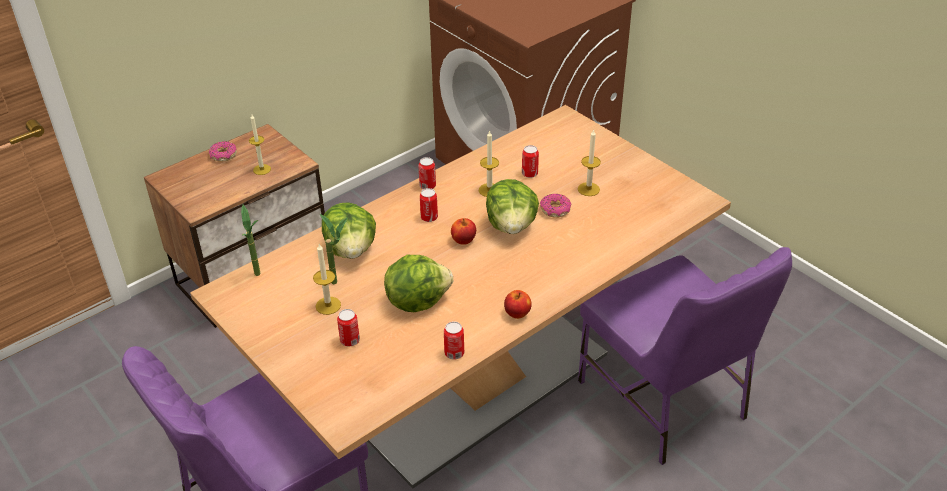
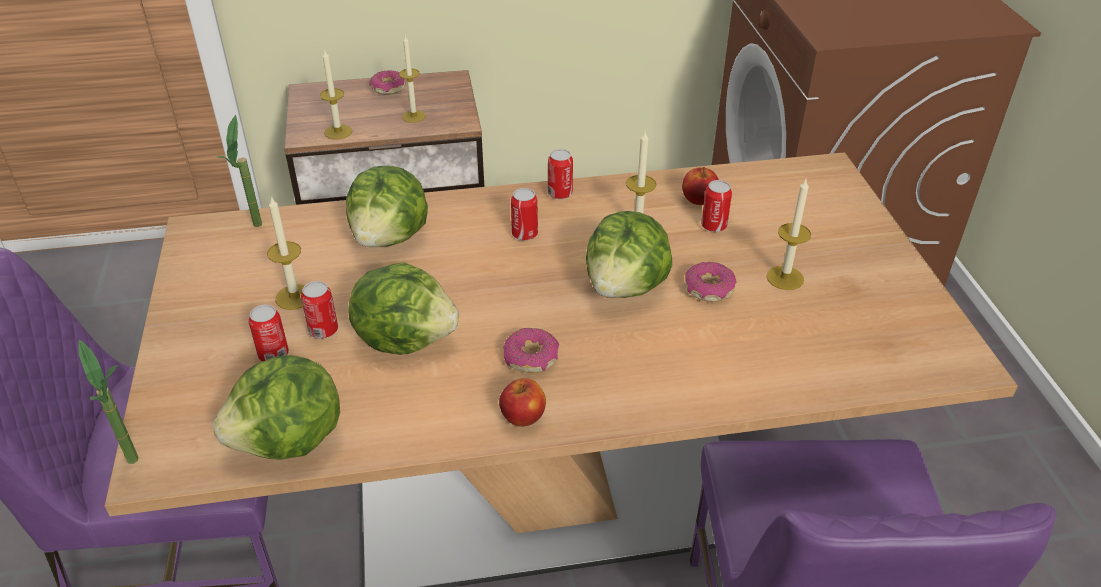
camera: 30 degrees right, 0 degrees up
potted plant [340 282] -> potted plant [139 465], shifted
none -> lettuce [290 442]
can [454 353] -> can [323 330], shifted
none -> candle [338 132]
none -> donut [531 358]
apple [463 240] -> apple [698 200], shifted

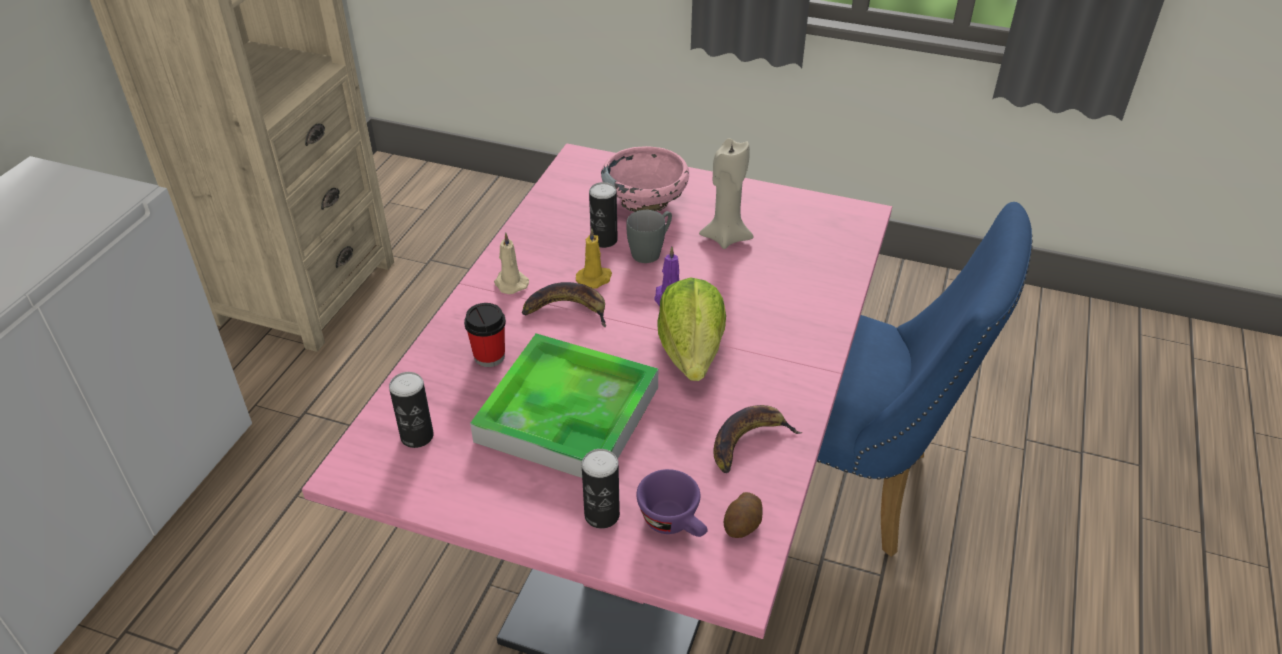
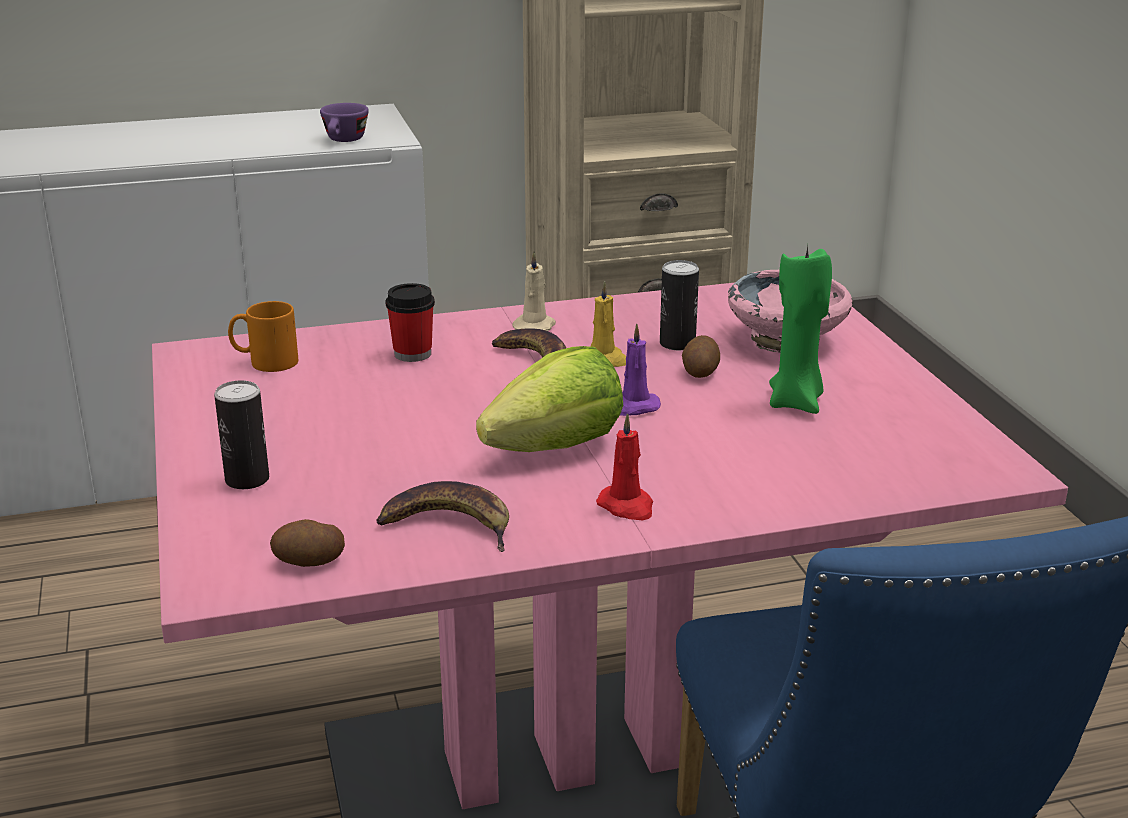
camera: 55 degrees right, 15 degrees down
can [417 436] -> orange mug [264 362]
purple cup [675 523] -> purple cup [344 141], shifted
none -> red candle [627 506]
grey mug [651 251] -> potato [700 371]
beige candle [725 237] -> green candle [796 402]
tray [568 414] -> none

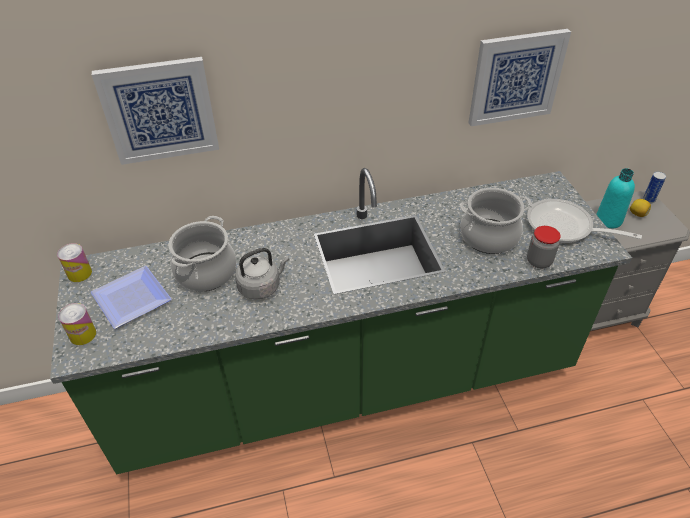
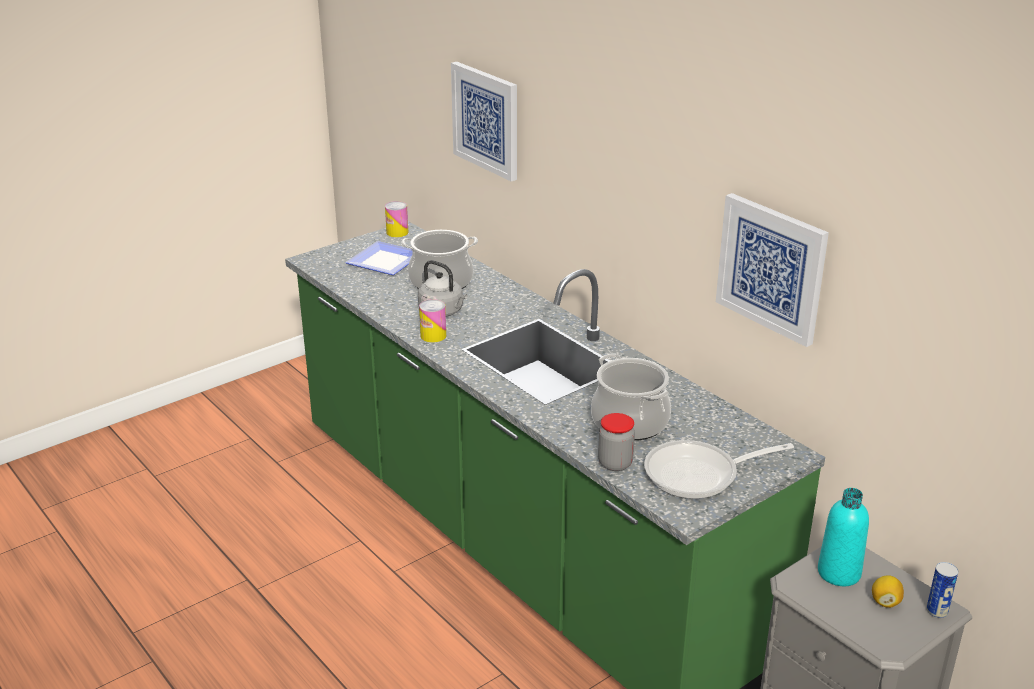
camera: 65 degrees right, 15 degrees down
can [83 335] -> can [433 336], shifted
frying pan [565 227] -> frying pan [699 475], 105 degrees counterclockwise

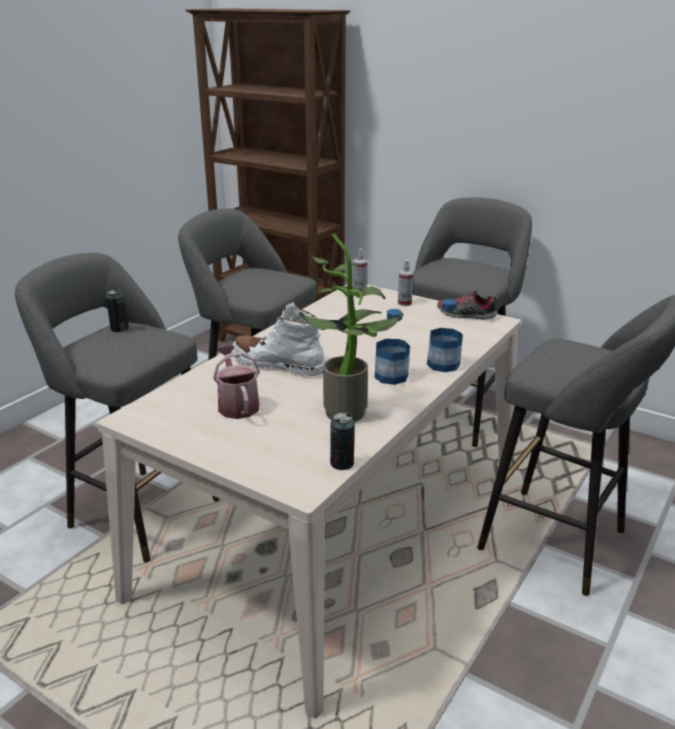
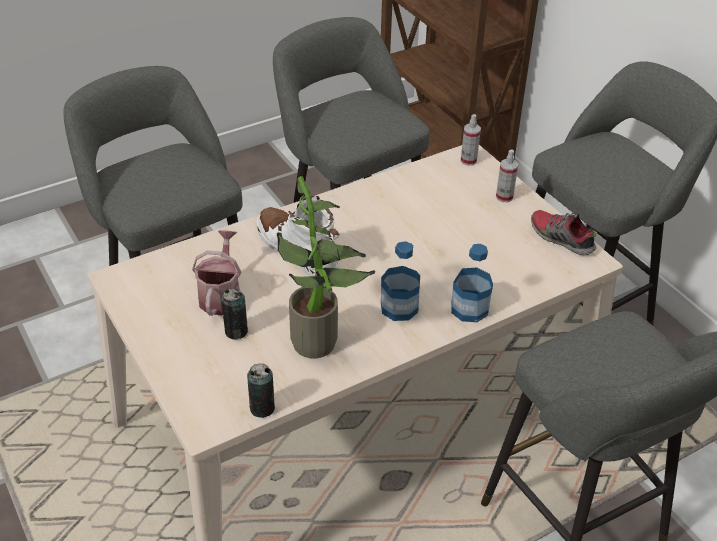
camera: 25 degrees right, 15 degrees up
can [119 329] -> can [236 331], shifted

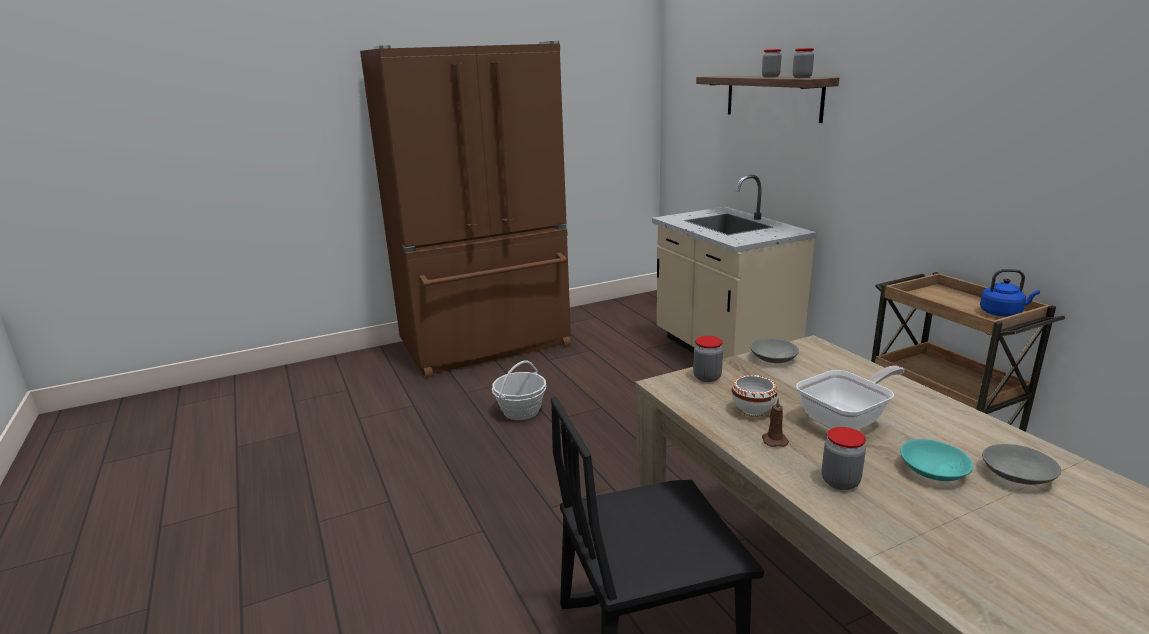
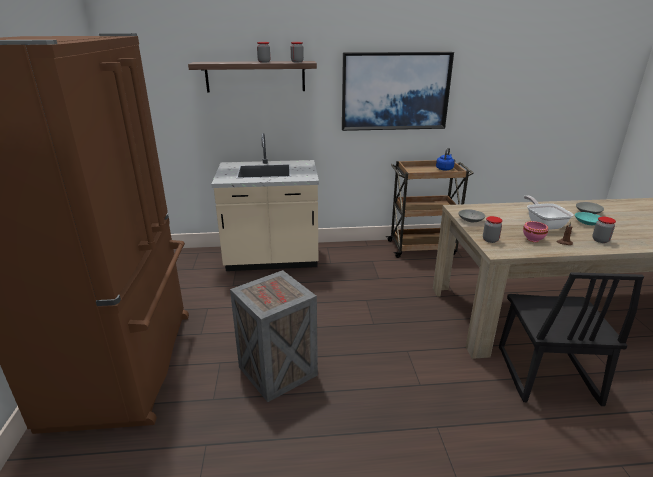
camera: 70 degrees left, 5 degrees up
basket [521 411] -> crate [278 370]
none -> picture [395 91]
white bowl [751 411] -> pink bowl [533 240]

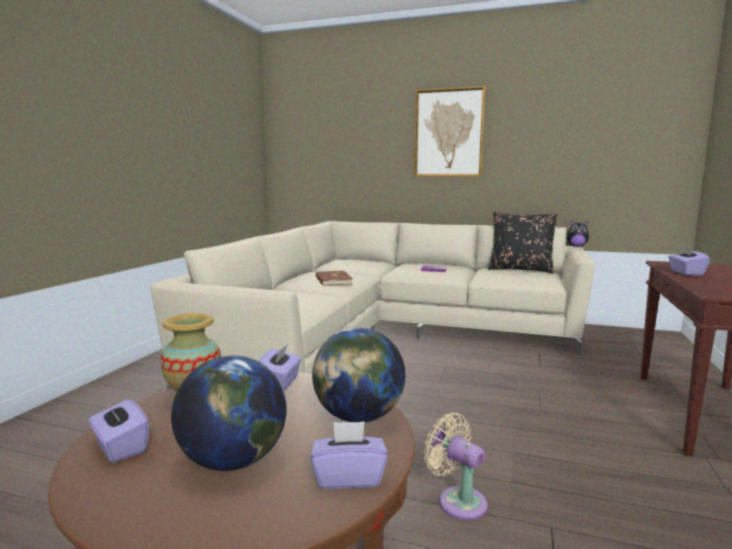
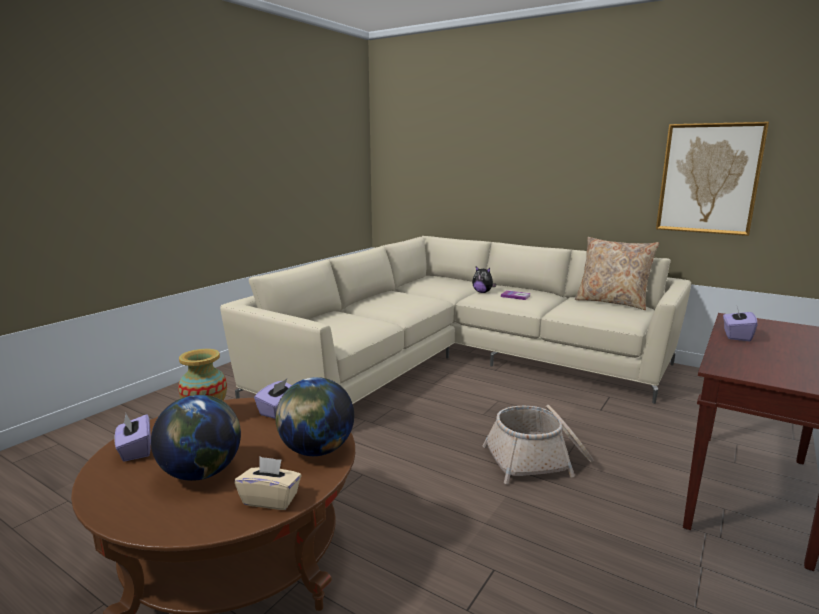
camera: 15 degrees right, 5 degrees up
purple tissue box [349 477] -> beige tissue box [270 499]
plush toy [576 246] -> plush toy [482 292], shifted
none -> basket [538 460]
black pillow [520 269] -> beige pillow [612 302]
picture [448 133] -> picture [709 179], shifted
brown book [332 281] -> none
beige fan [458 500] -> none

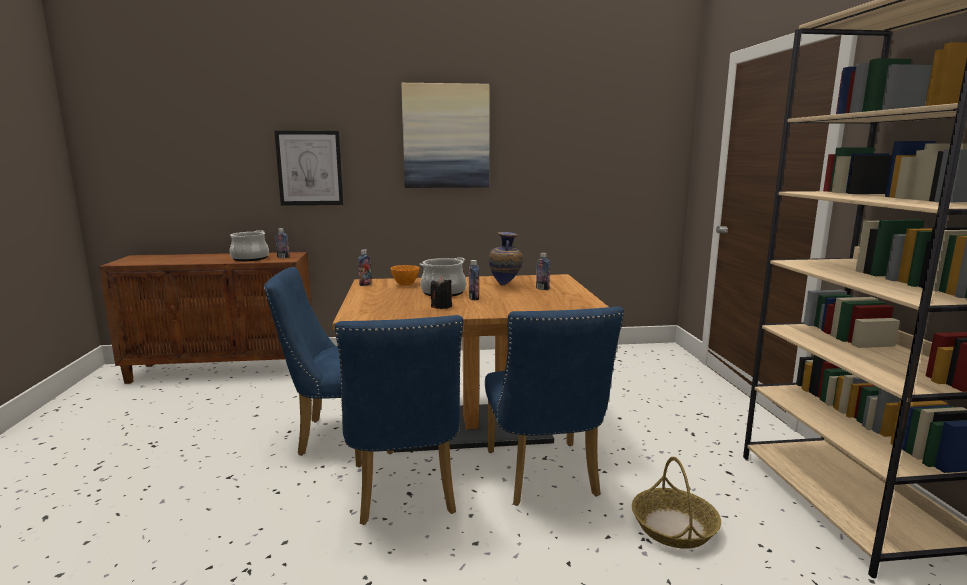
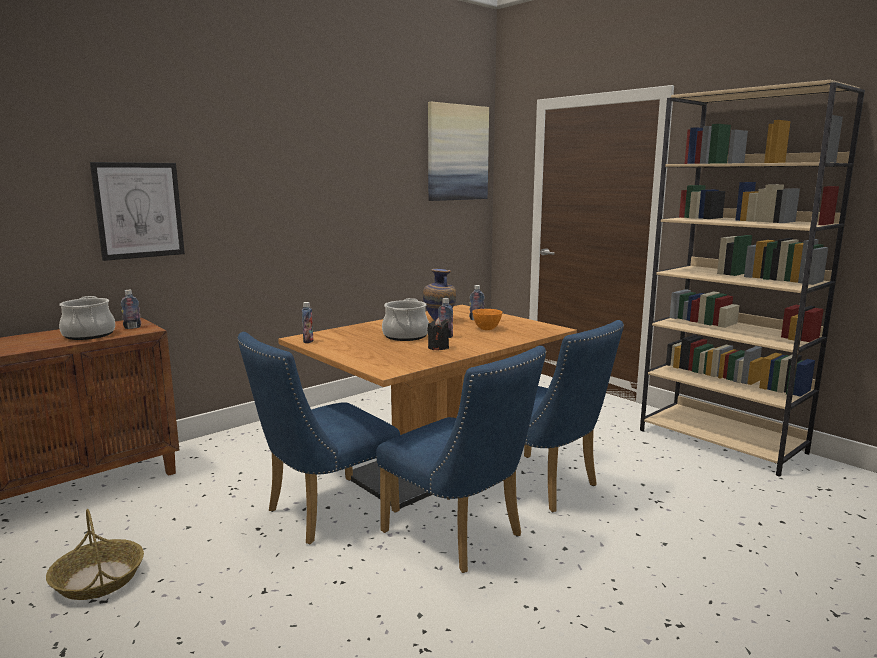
camera: 35 degrees left, 0 degrees up
basket [673 527] -> basket [98 579], shifted
picture [446 136] -> picture [457 153], shifted
orange bowl [405 284] -> orange bowl [486 329], shifted

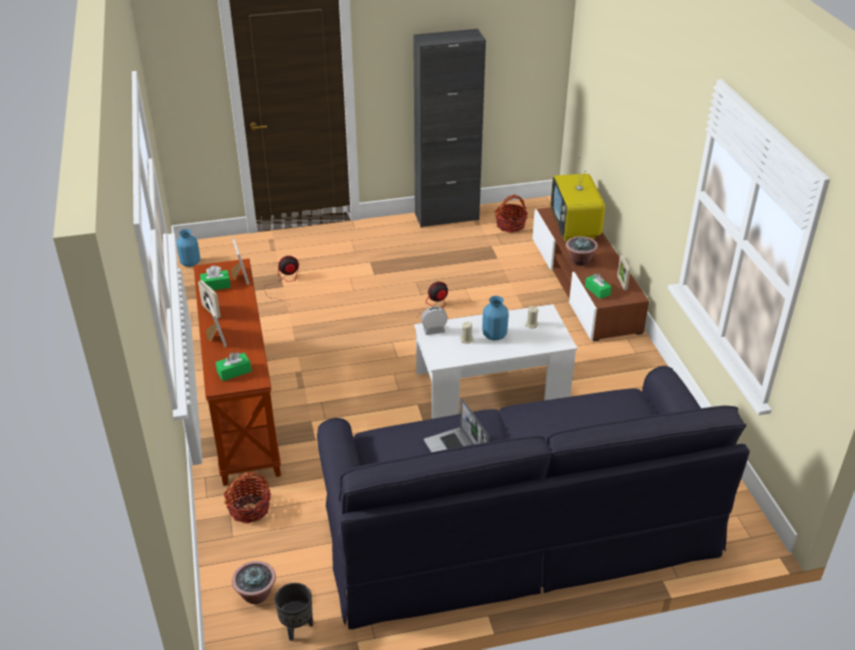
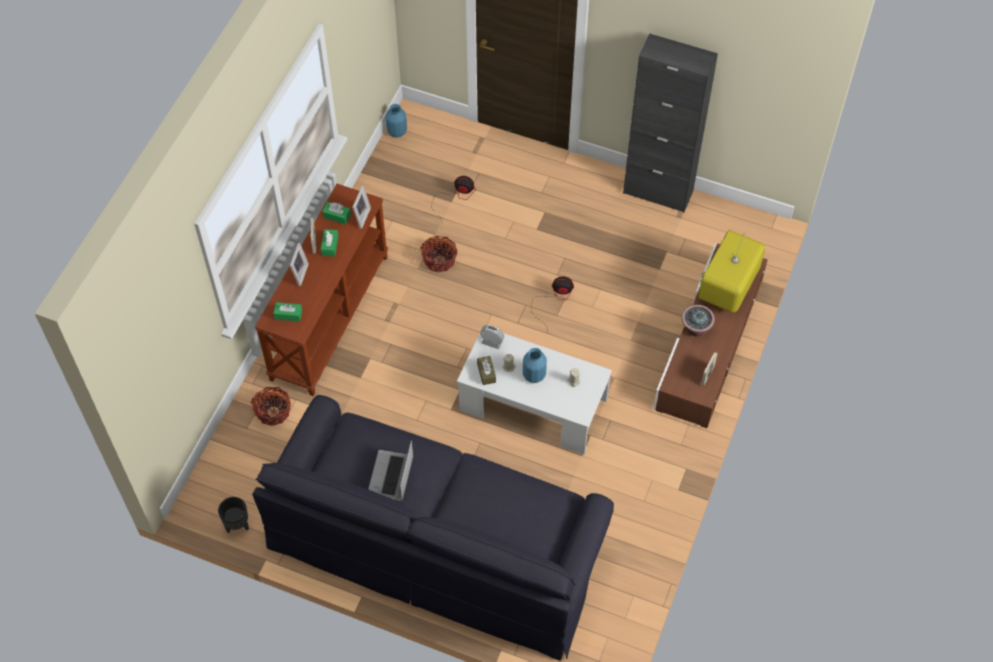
camera: 35 degrees right, 20 degrees up
green tissue box [597 290] -> green tissue box [330 246], shifted
basket [510 225] -> basket [439 260], shifted
none -> brown tissue box [486 373]
potted plant [256 594] -> none

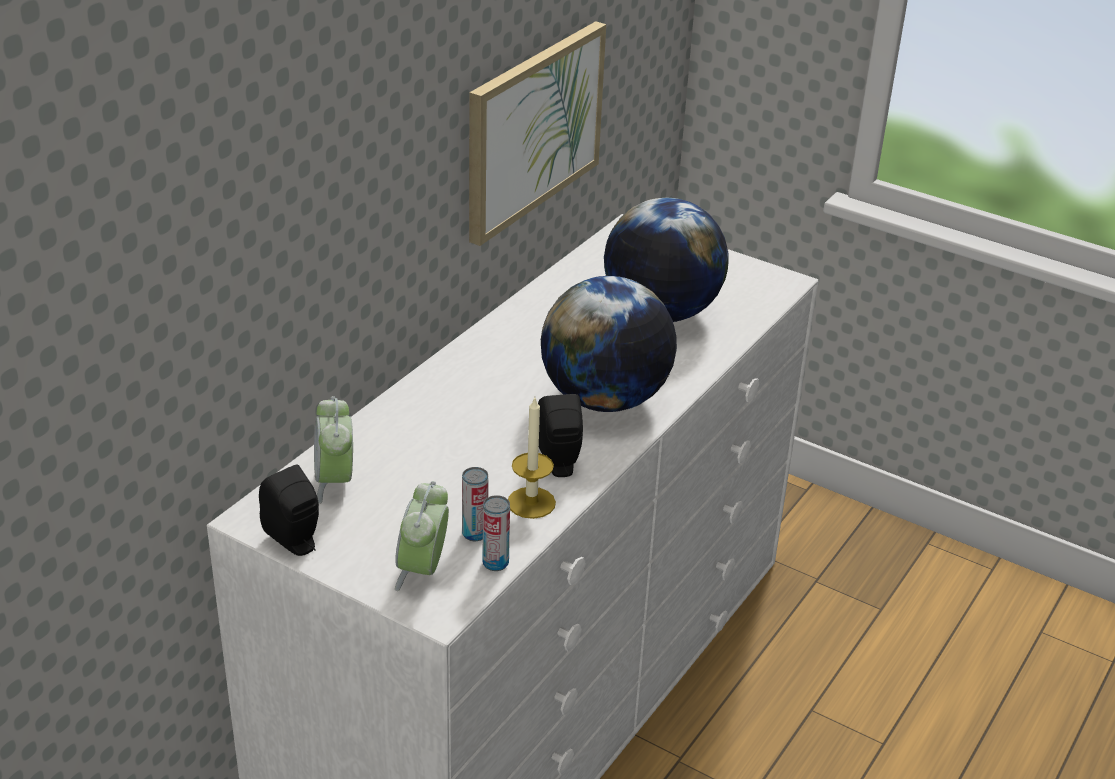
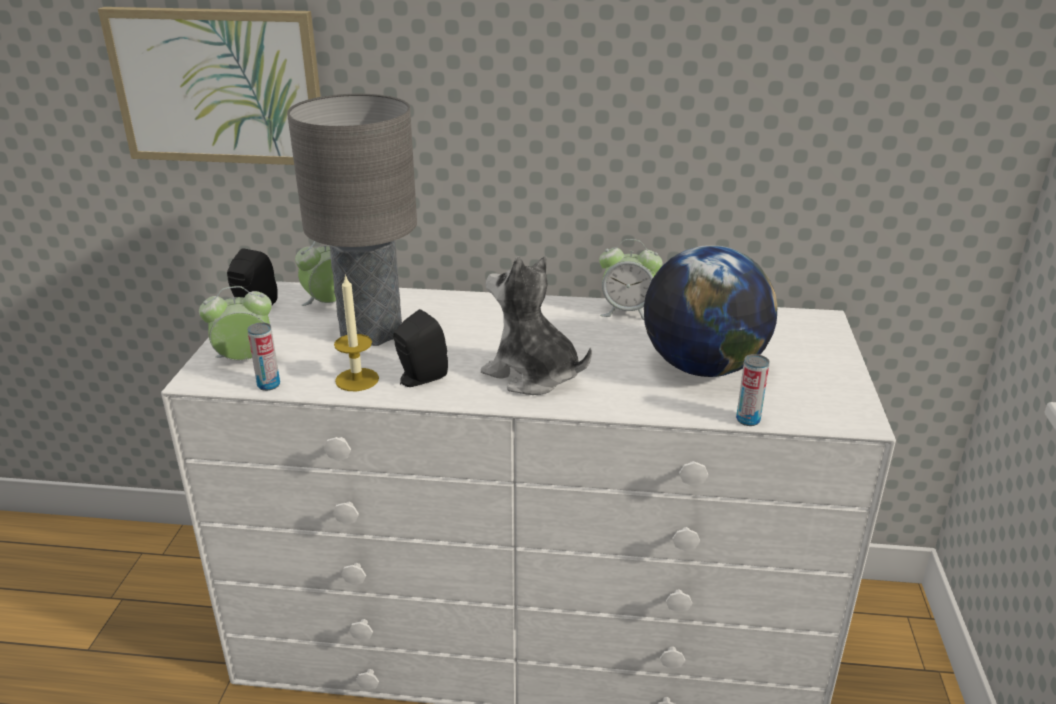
camera: 65 degrees right, 5 degrees down
picture [533 129] -> picture [219 86], shifted
none -> grey table lamp [370 333]
globe [605 399] -> plush toy [532 375]
none -> alarm clock [627 311]
can [474 533] -> can [748 420], shifted

